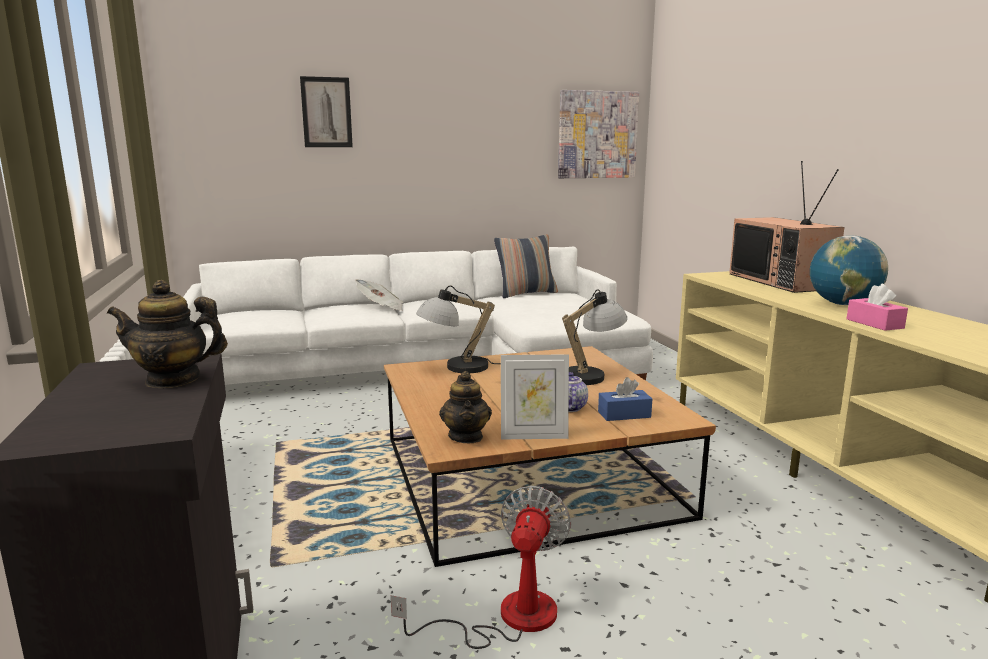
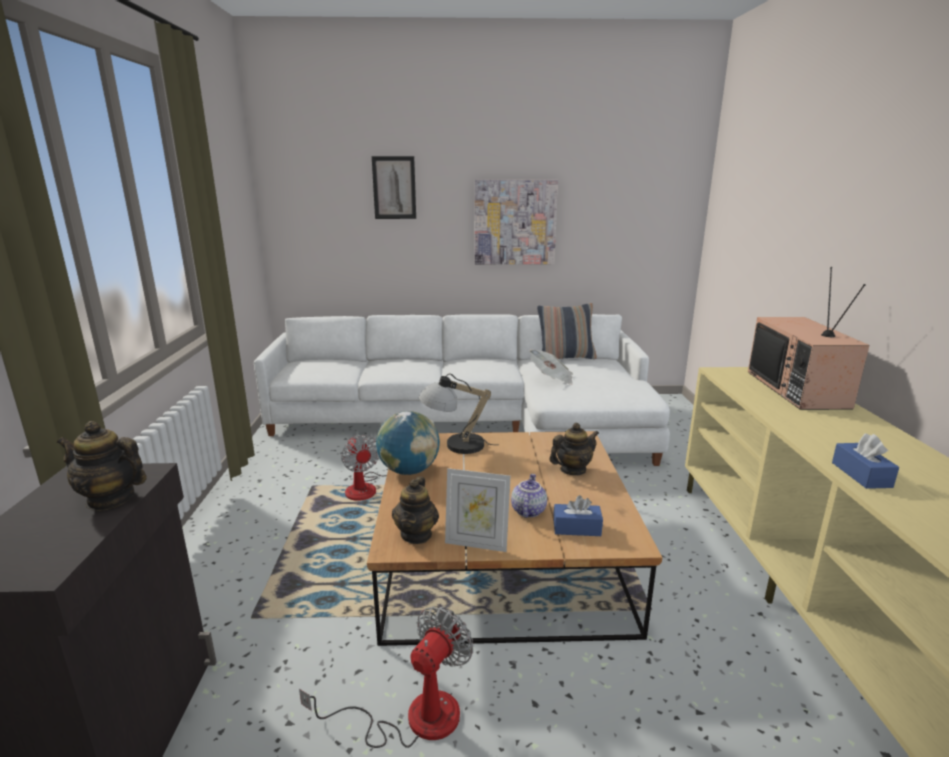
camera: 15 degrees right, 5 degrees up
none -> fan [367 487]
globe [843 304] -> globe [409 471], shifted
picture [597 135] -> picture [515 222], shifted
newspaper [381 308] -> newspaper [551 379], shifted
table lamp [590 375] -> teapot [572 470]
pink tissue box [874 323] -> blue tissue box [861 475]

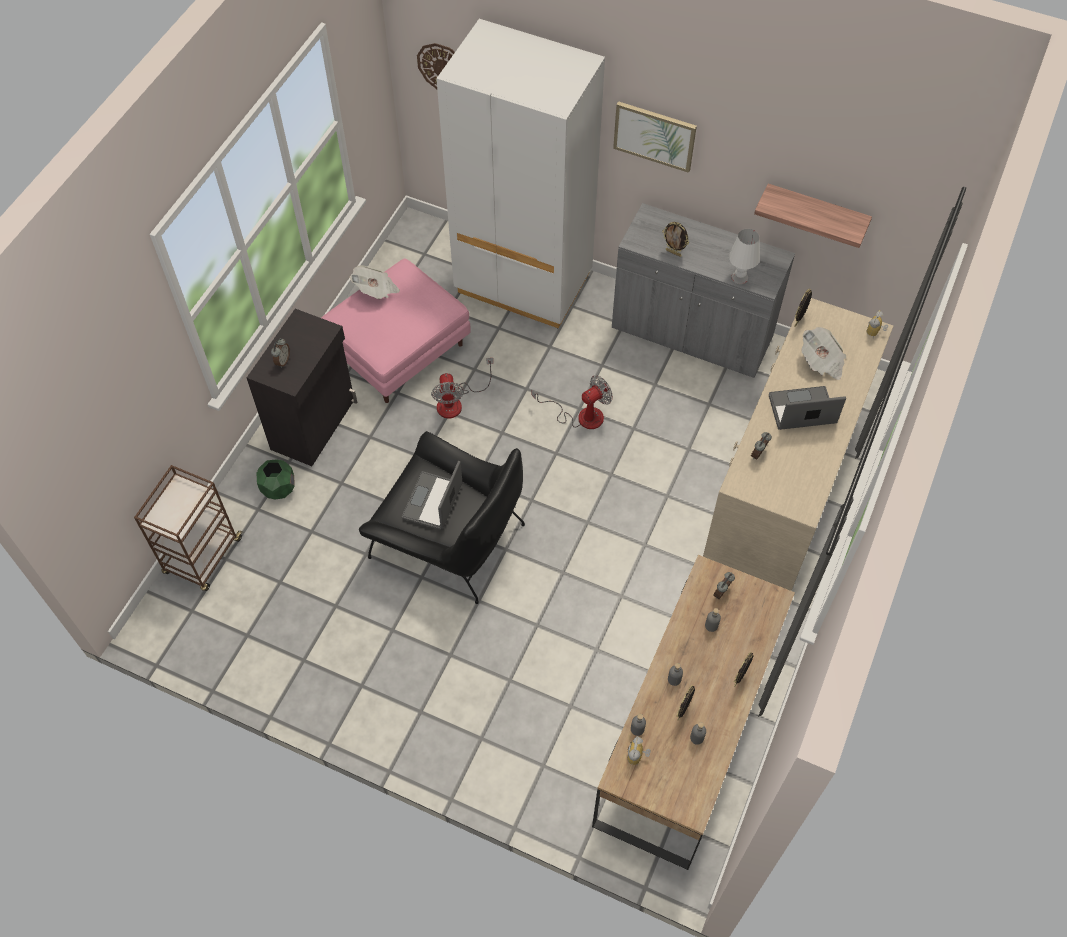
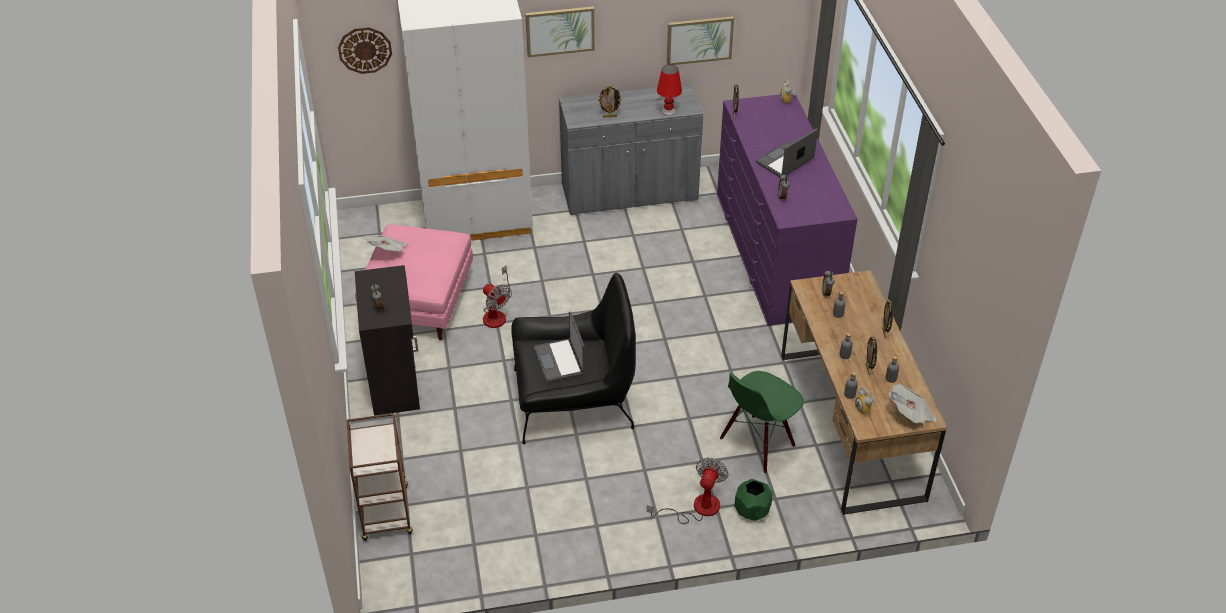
camera: 35 degrees left, 15 degrees down
fan [581 416] -> fan [697 508], shifted
white table lamp [739 278] -> red table lamp [668 111]
shelf [816 212] -> picture [699 40]
beige dresser [782 486] -> purple dresser [776 252]
none -> green chair [757 443]
green planter [279 488] -> green planter [752 510], shifted
newspaper [821 362] -> newspaper [910 414], shifted

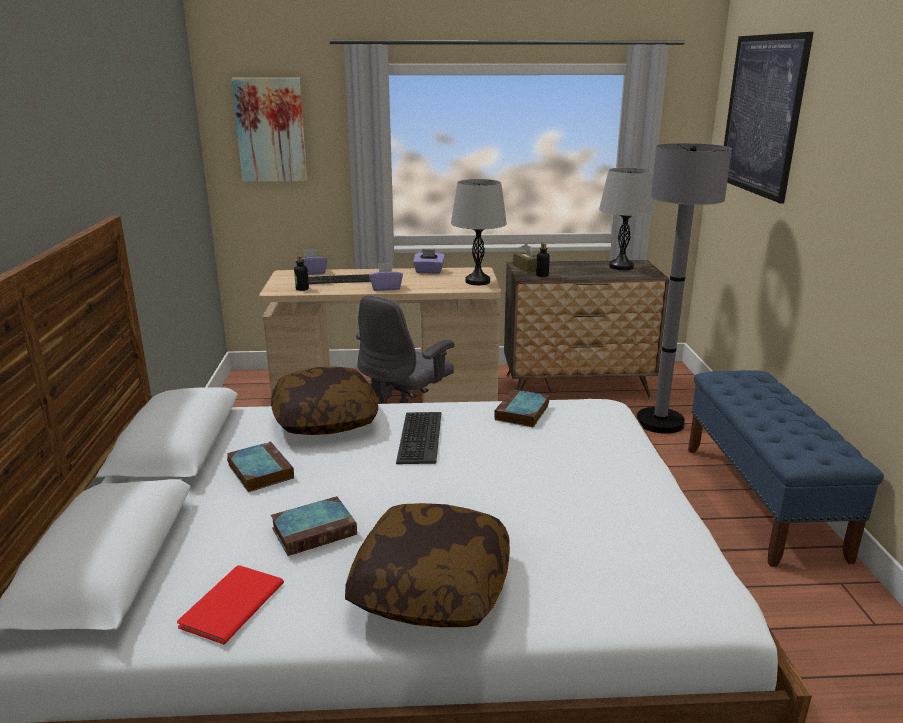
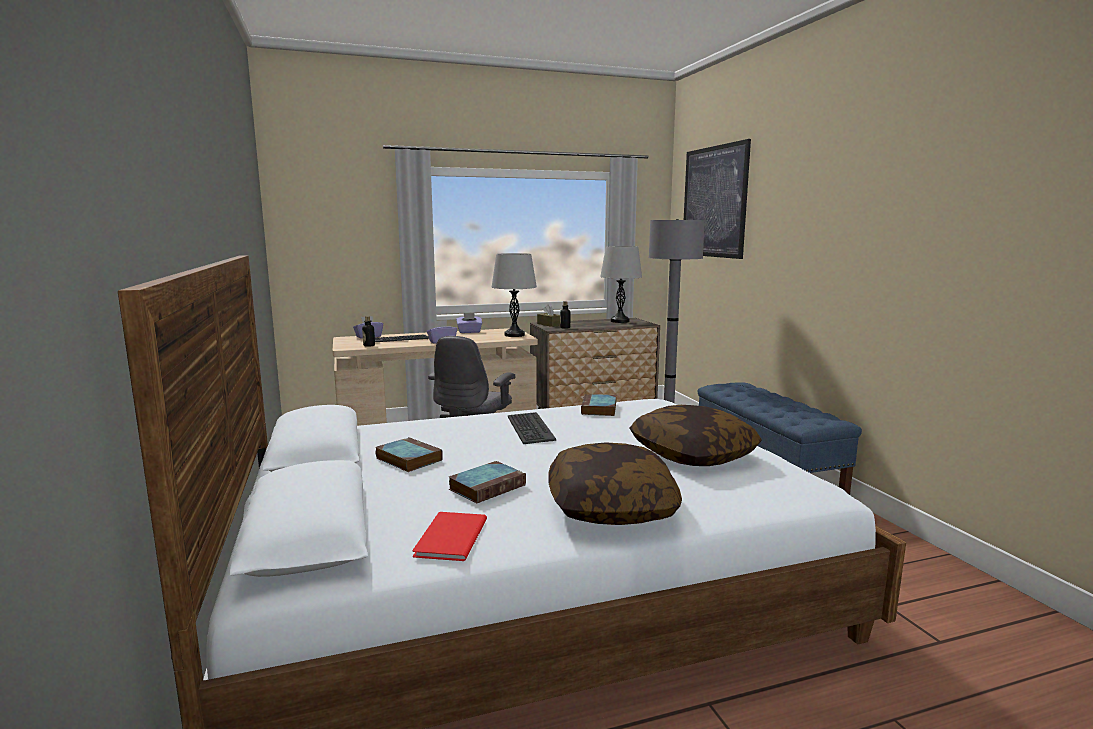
camera: 15 degrees left, 10 degrees down
pillow [325 419] -> pillow [692 455], shifted
picture [271 130] -> none

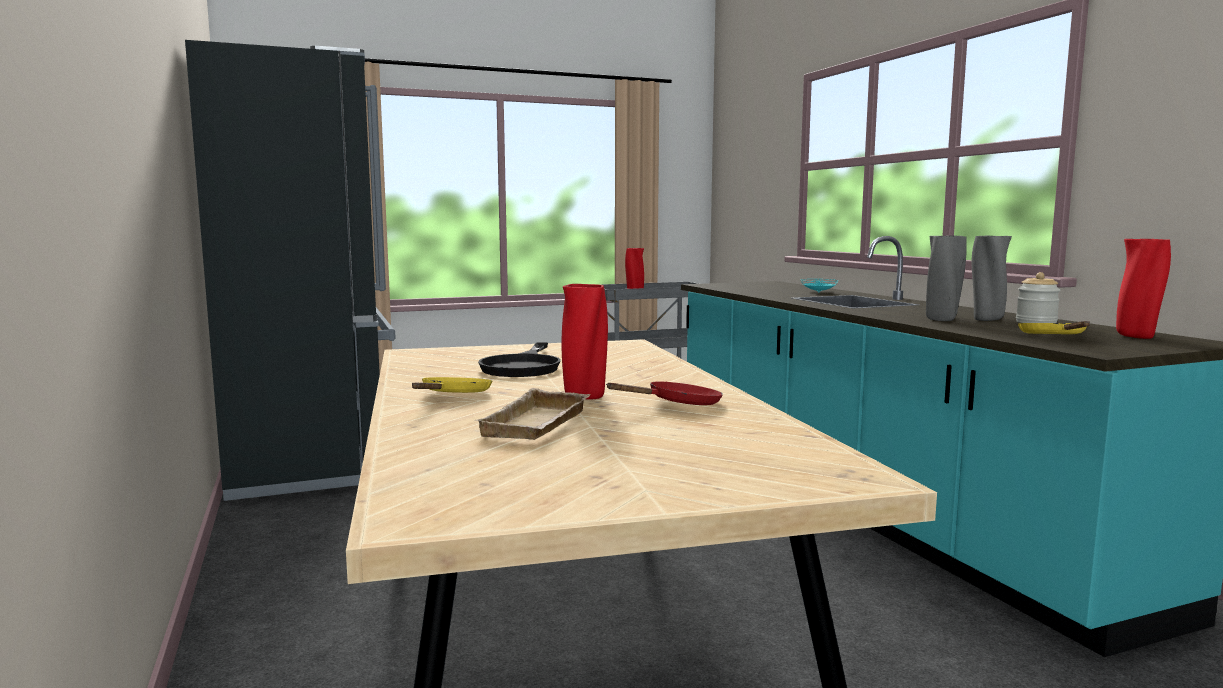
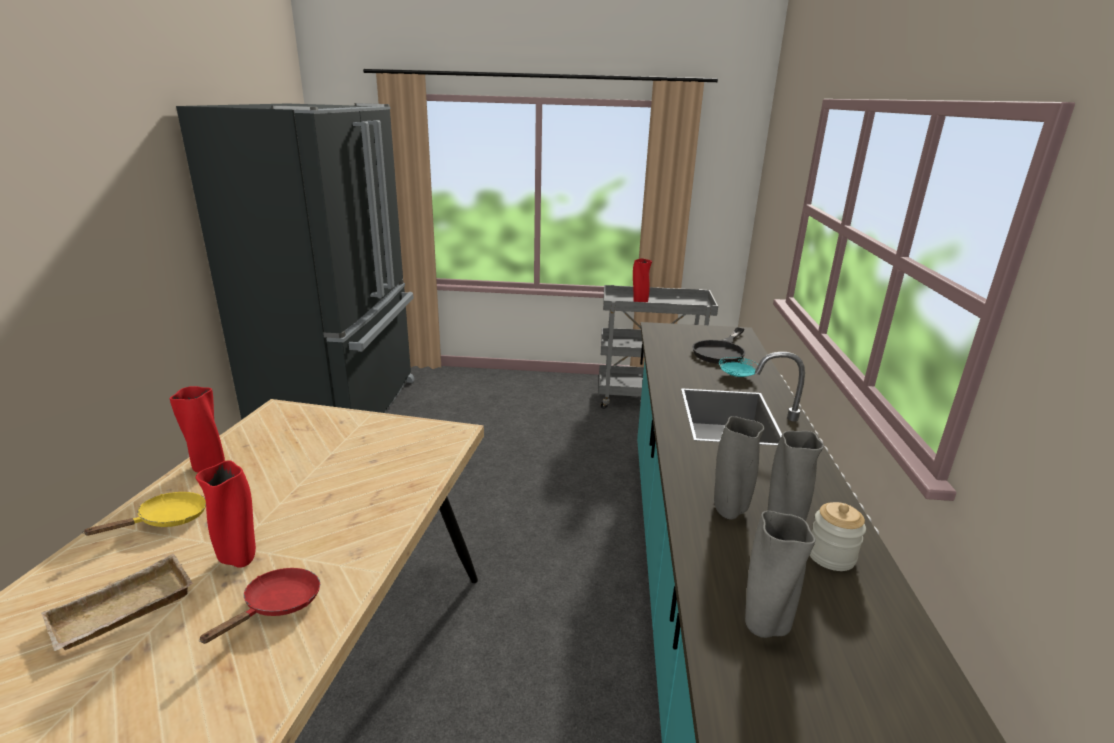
camera: 25 degrees right, 15 degrees up
red vase [1136 337] -> red vase [209 466], shifted
red frying pan [678 404] -> red frying pan [277 606], 60 degrees counterclockwise
black frying pan [523 366] -> black frying pan [721 351], shifted
yellow frying pan [1054 337] -> grey vase [764 626]

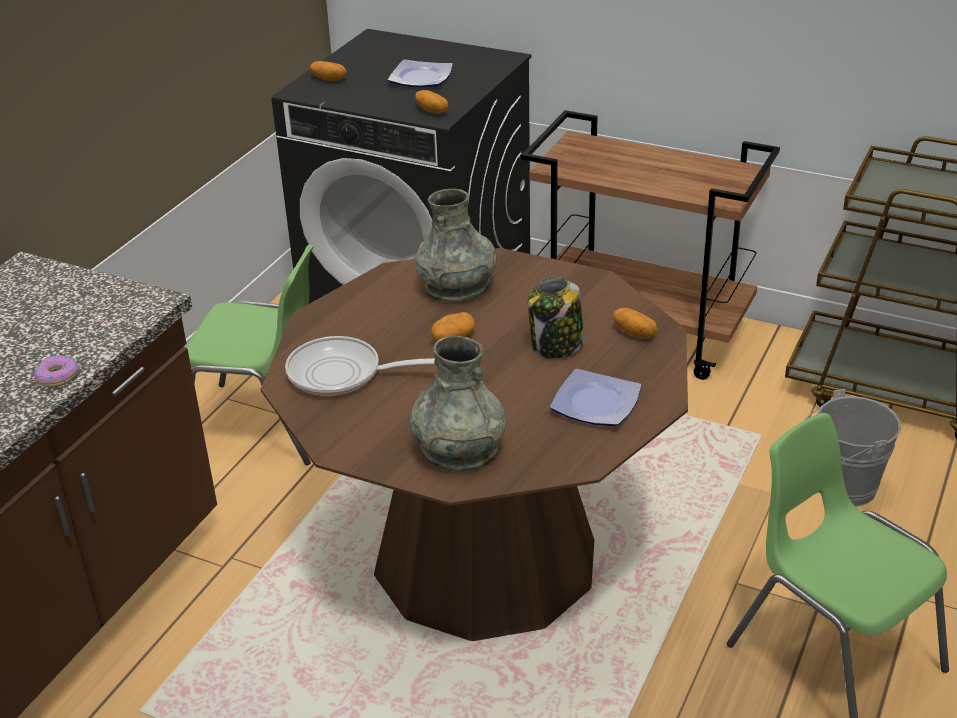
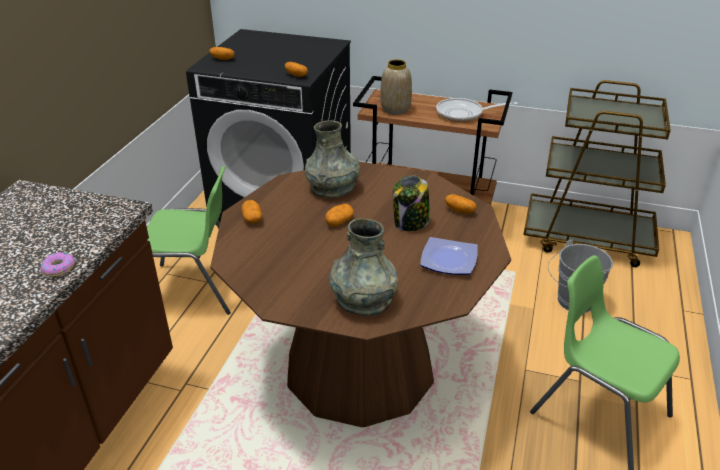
camera: 10 degrees left, 0 degrees up
none -> potato [252 219]
none -> vase [395 109]
frying pan [343 374] -> frying pan [463 114], shifted
plate [419 78] -> none

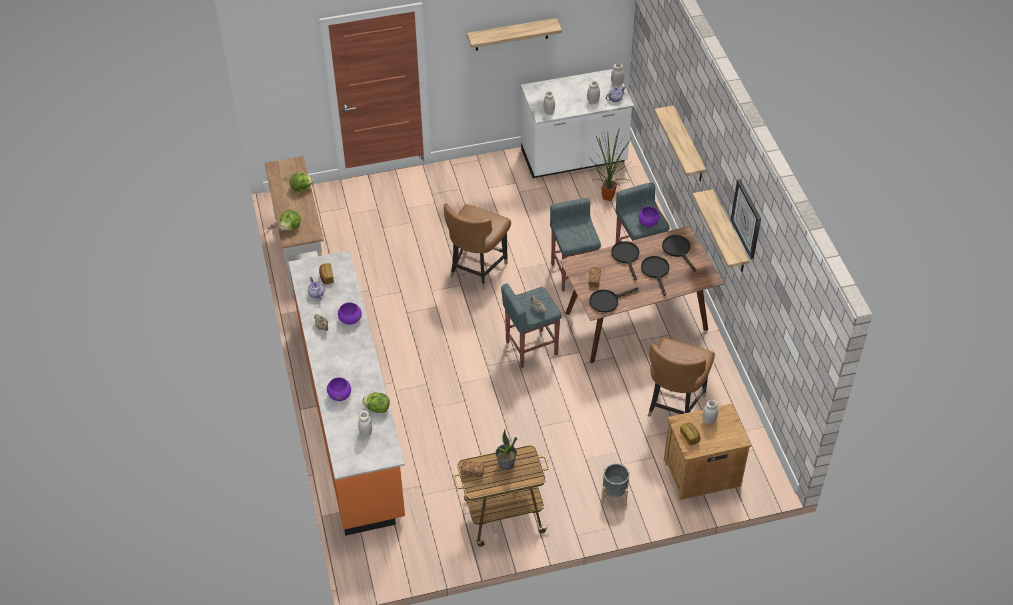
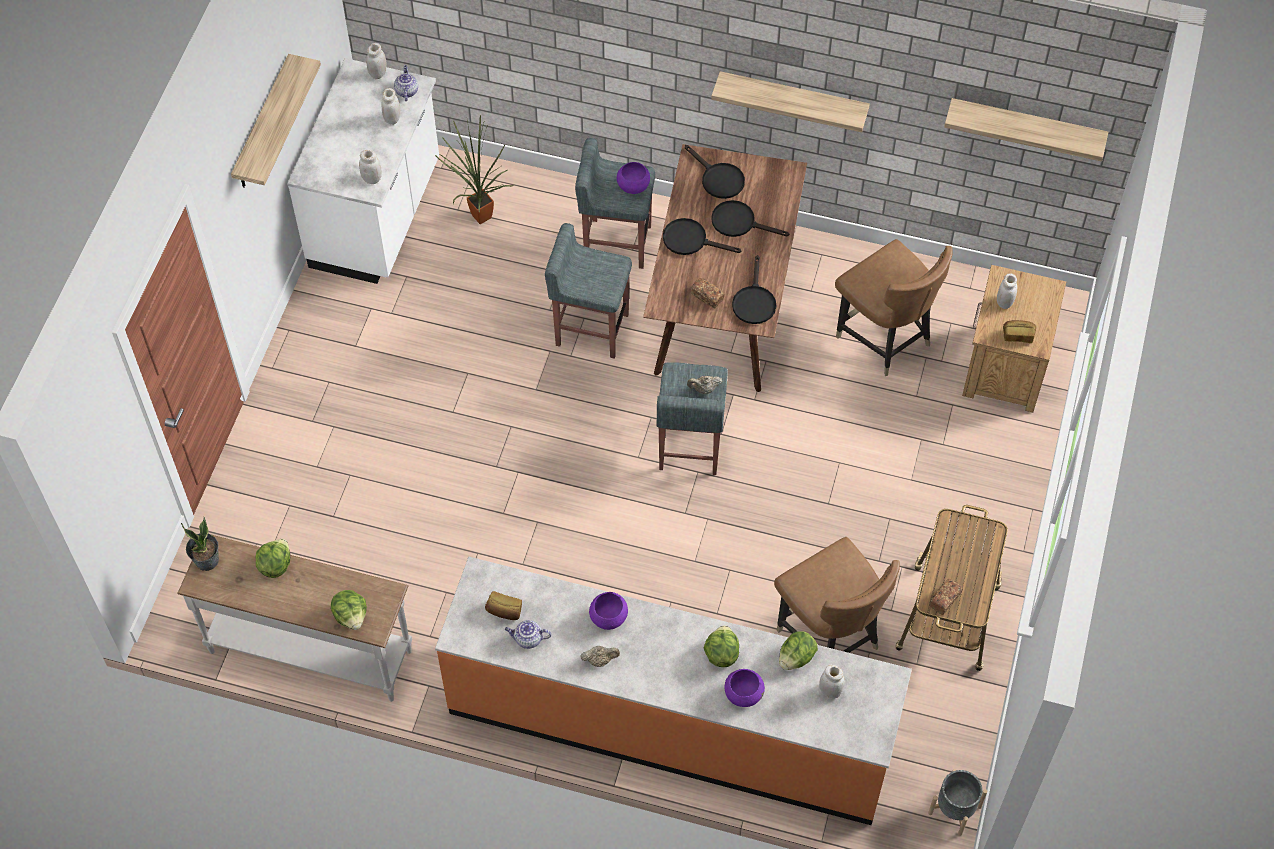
camera: 60 degrees left, 10 degrees up
potted plant [506 464] -> potted plant [207 561], shifted
black frying pan [678 250] -> black frying pan [718 179], 135 degrees counterclockwise
none -> lettuce [721 654]
brown chair [477 268] -> brown chair [829 636], shifted
grey planter [614 494] -> grey planter [955 809], shifted
shelf [688 145] -> shelf [1026 127], shifted
wall clock [747 218] -> none

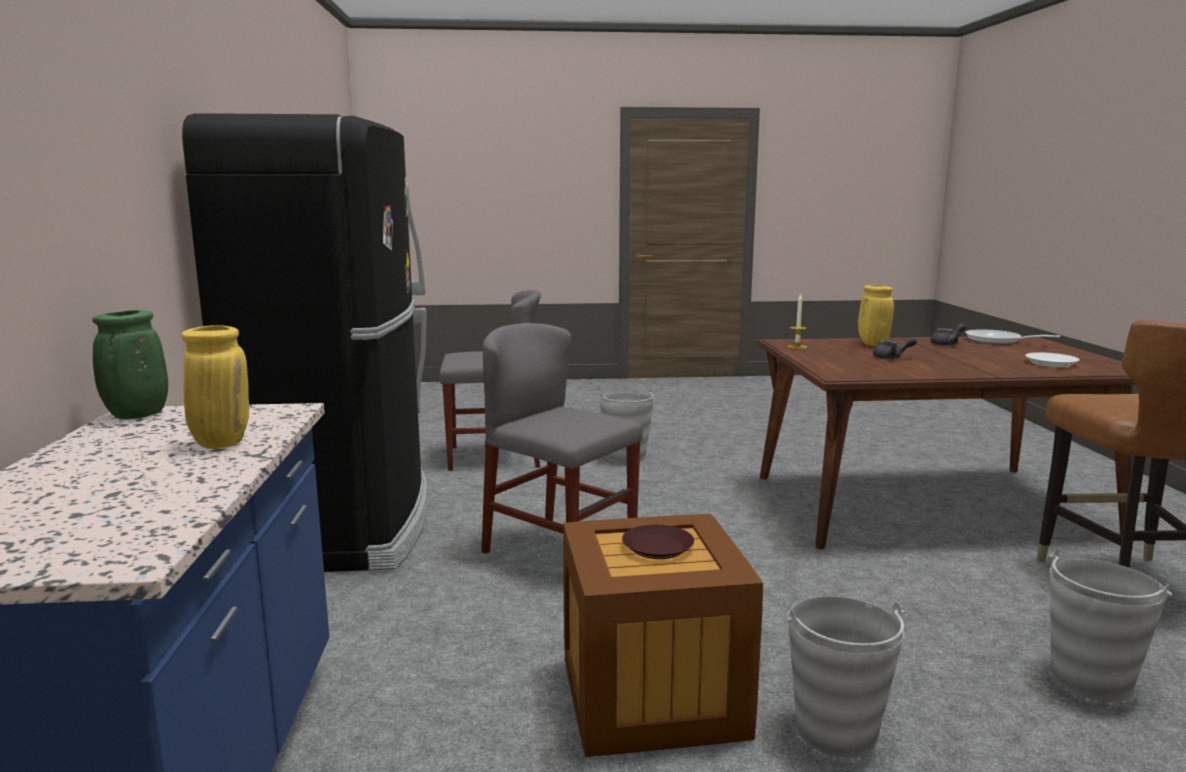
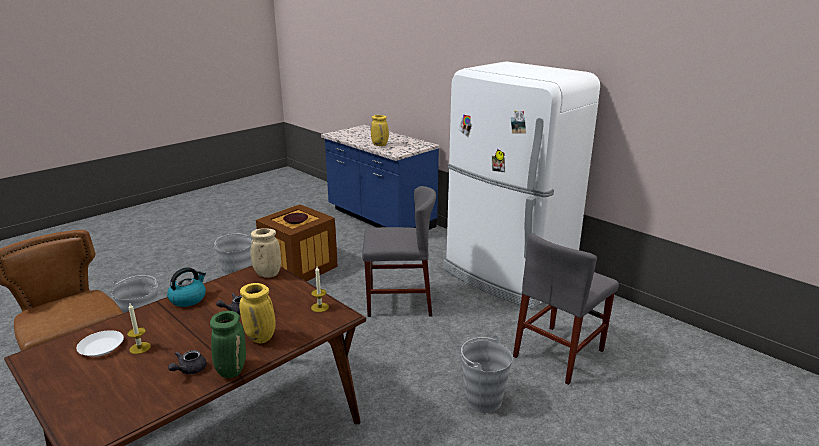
camera: 140 degrees right, 10 degrees up
none -> candle [140 348]
none -> kettle [188 299]
green vase [136 416] -> green vase [231 370], shifted
none -> beige vase [267 274]
black fridge [345 525] -> white fridge [506 276]
frying pan [998 341] -> none

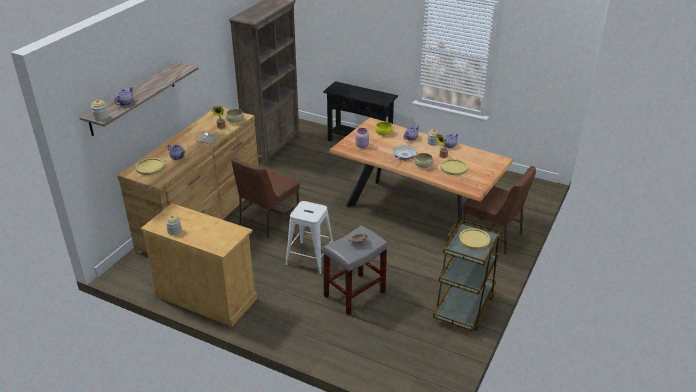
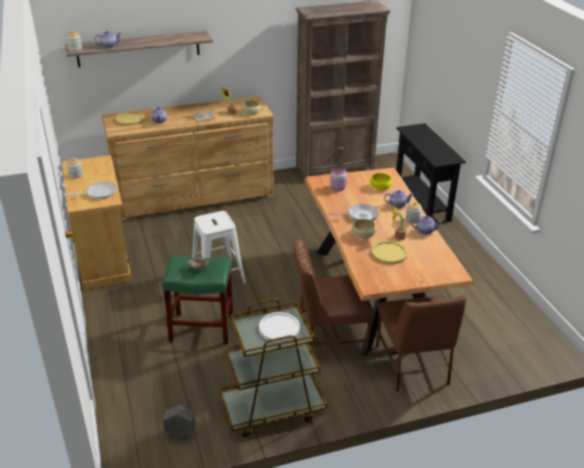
camera: 45 degrees right, 0 degrees up
none -> frying pan [98 193]
grey stool [354 294] -> green stool [201 328]
none -> grey planter [180 433]
yellow plate [474 239] -> white plate [279 328]
brown chair [268 220] -> brown chair [329 338], shifted

